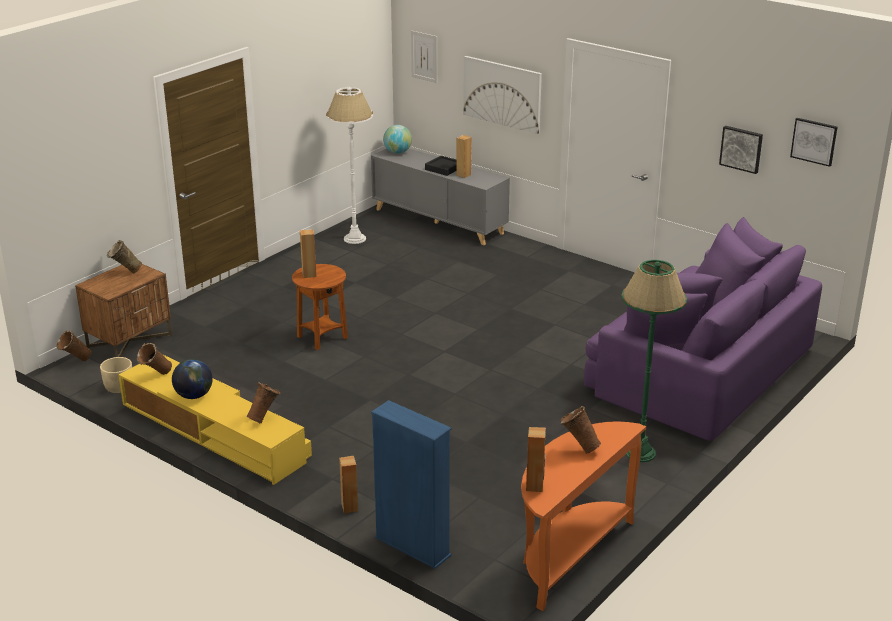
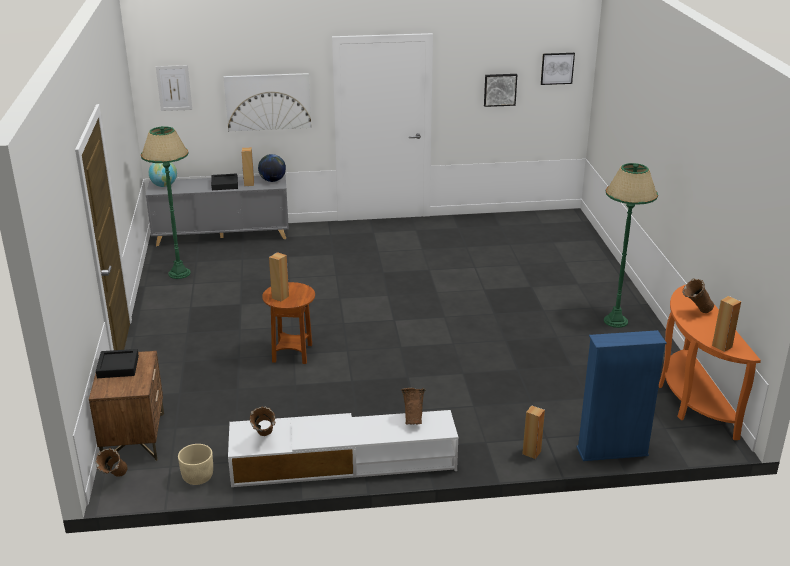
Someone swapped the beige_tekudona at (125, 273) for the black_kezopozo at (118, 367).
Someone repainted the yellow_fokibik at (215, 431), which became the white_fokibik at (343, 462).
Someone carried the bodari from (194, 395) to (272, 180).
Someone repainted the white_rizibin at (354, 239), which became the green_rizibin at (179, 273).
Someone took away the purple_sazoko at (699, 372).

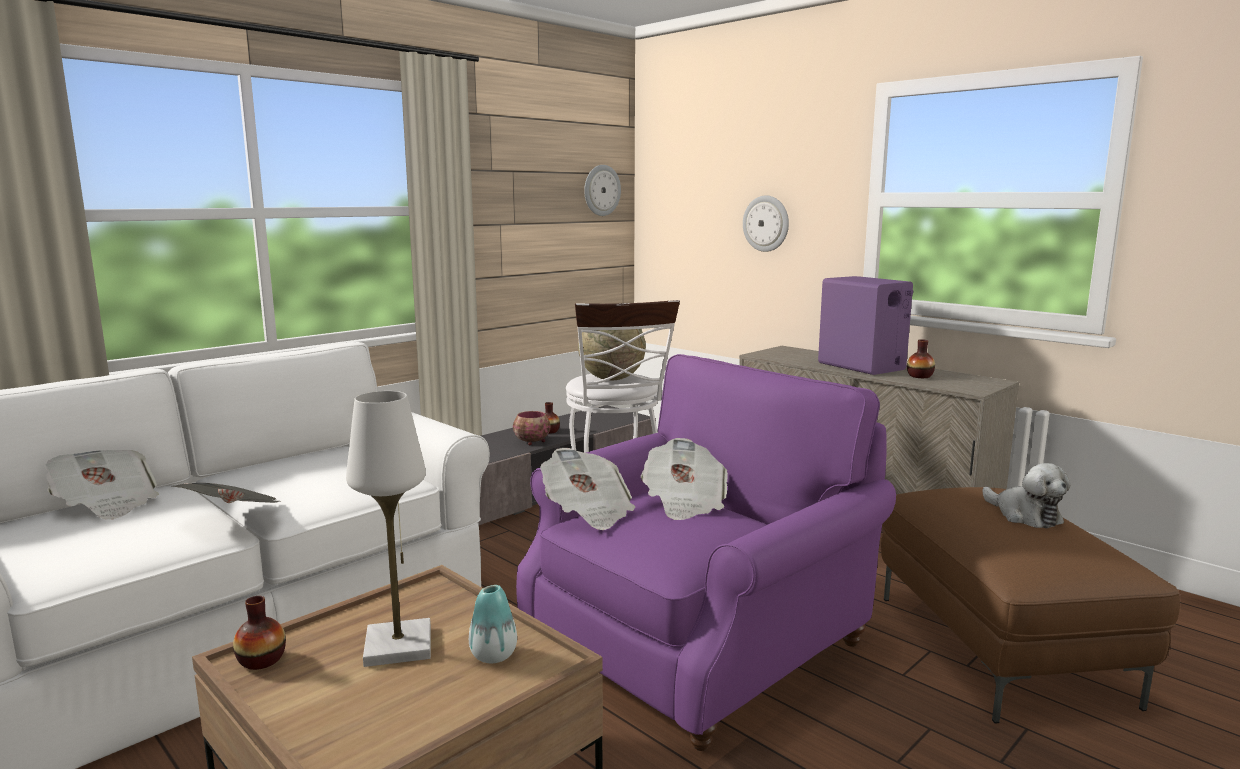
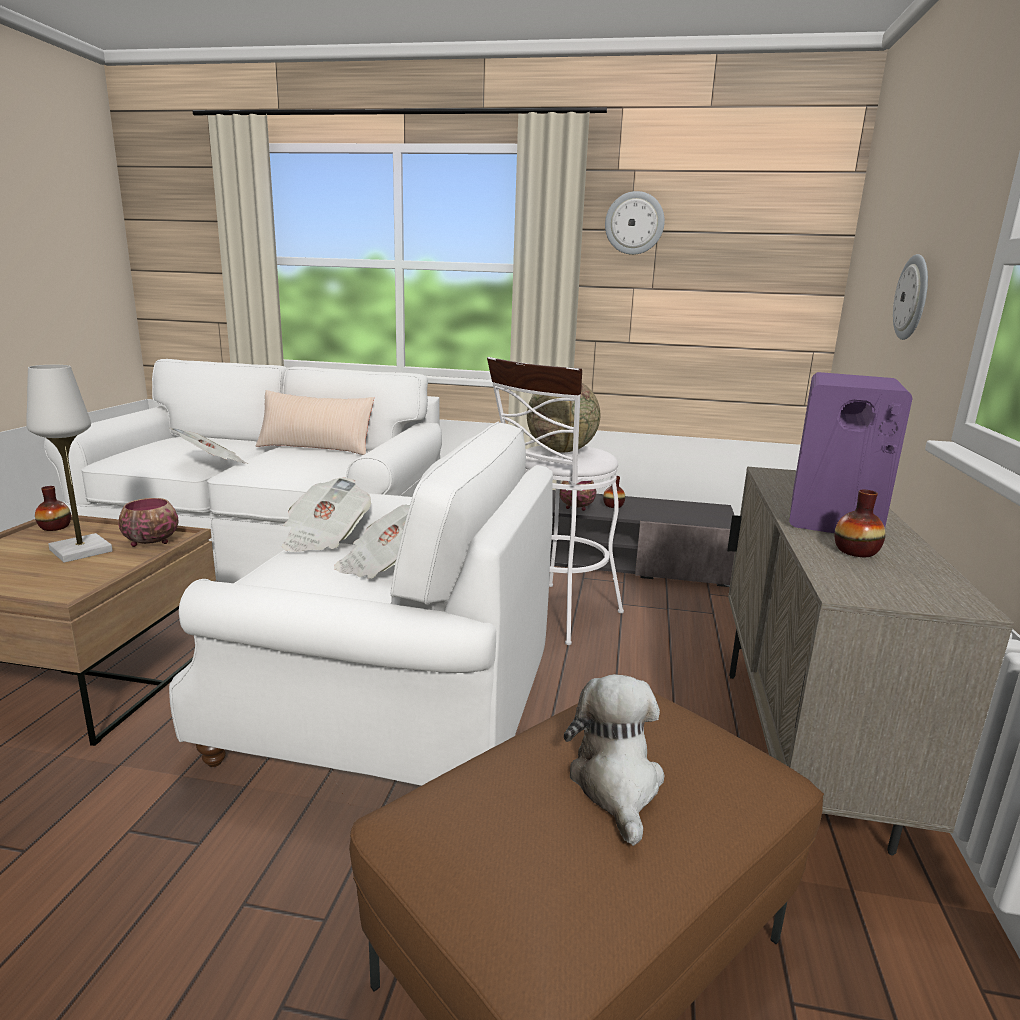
Someone took away the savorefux at (107, 504).
Someone took away the tekudona at (493, 655).
Someone repainted the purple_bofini at (700, 645), which became the white_bofini at (387, 716).
Someone carried the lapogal from (601, 190) to (634, 223).
Someone rotated the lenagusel at (1024, 515) by 150 degrees clockwise.
Someone put down the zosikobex at (151, 542).
Someone put down the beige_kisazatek at (316, 448).

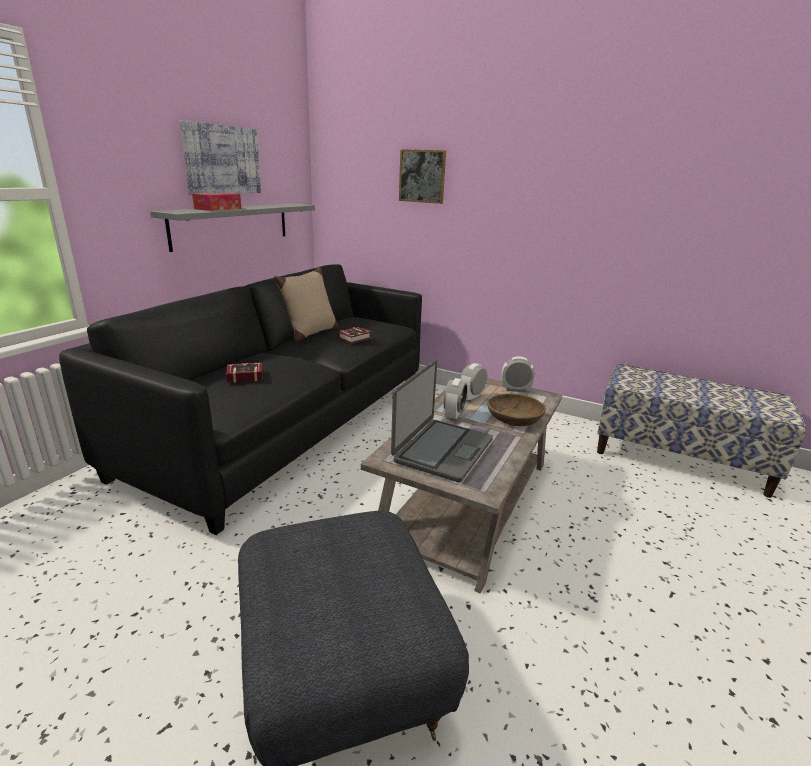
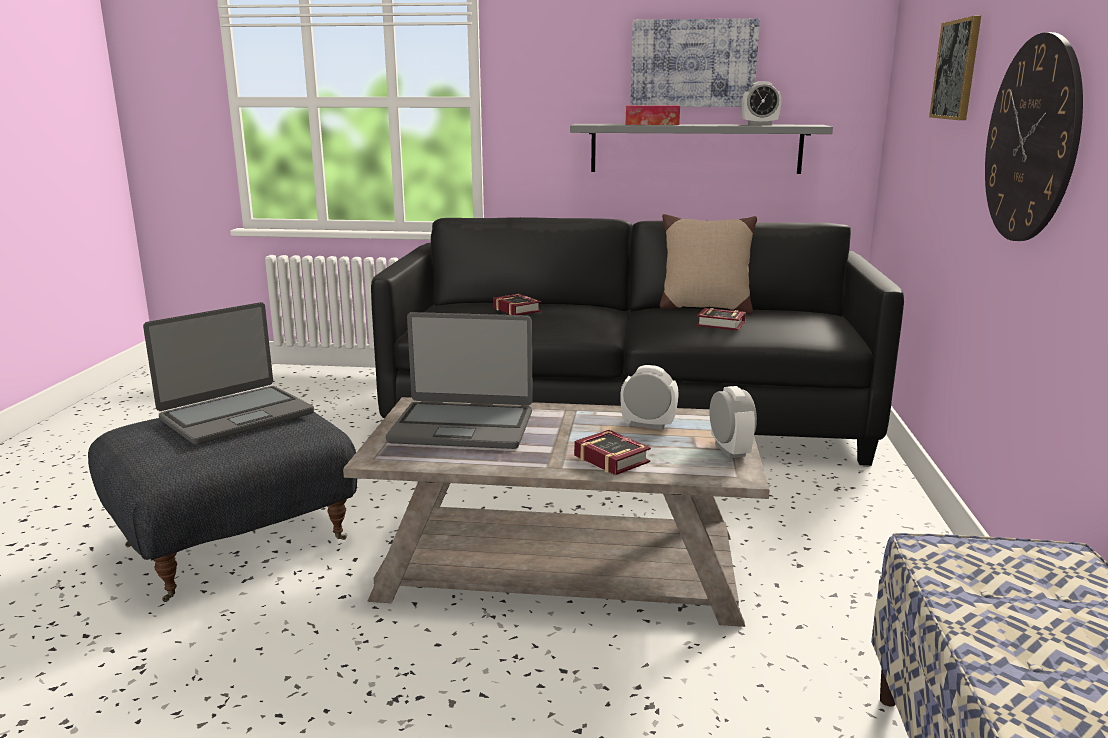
Someone carried the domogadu from (453, 415) to (759, 124).
Someone swapped the brown_zosikobex at (514, 417) for the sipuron at (611, 457).
Someone put down the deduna at (236, 416).
Someone put up the lapogal at (1031, 139).

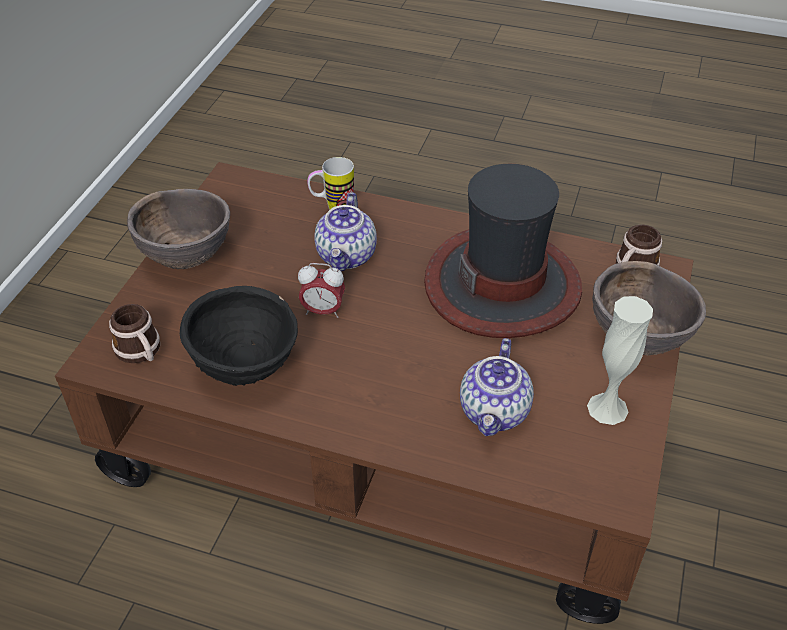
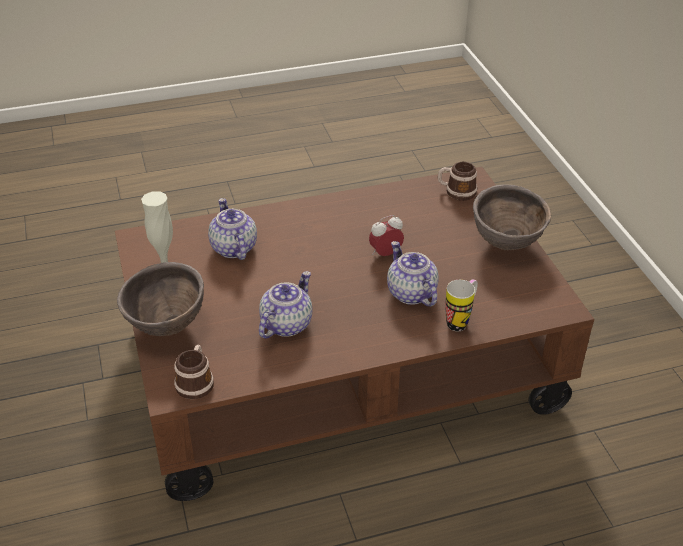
Someone took away the black_zosikobex at (246, 369).
Someone swapped the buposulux at (503, 284) for the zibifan at (286, 324).

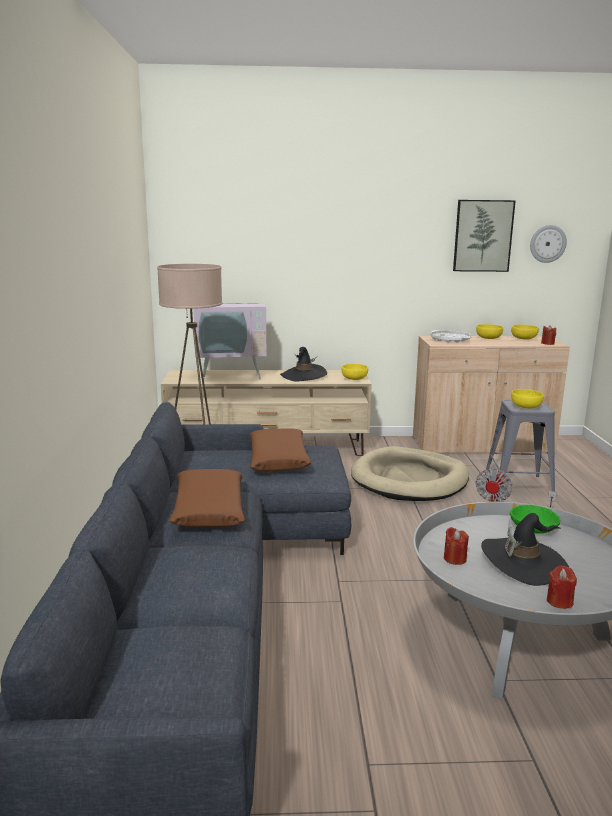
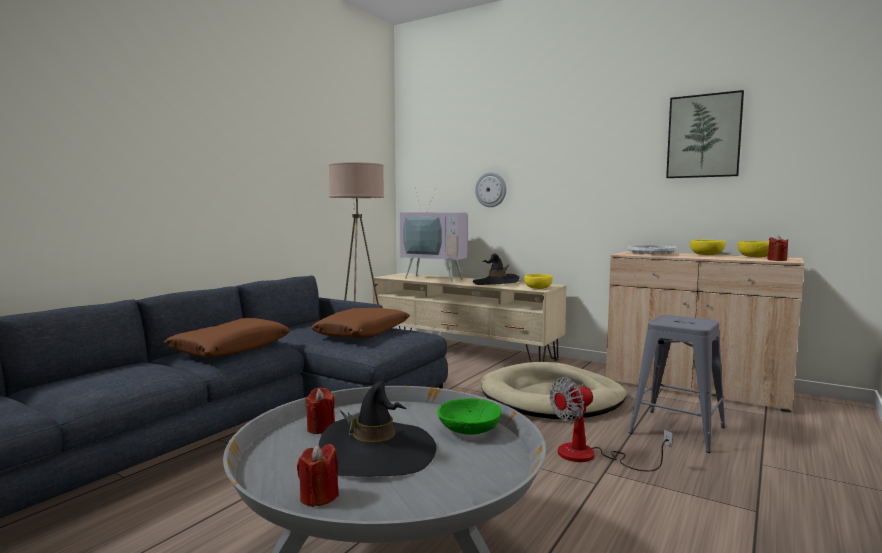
Someone took away the yellow_zosikobex at (525, 406).
Someone carried the lapogal from (547, 243) to (491, 189).

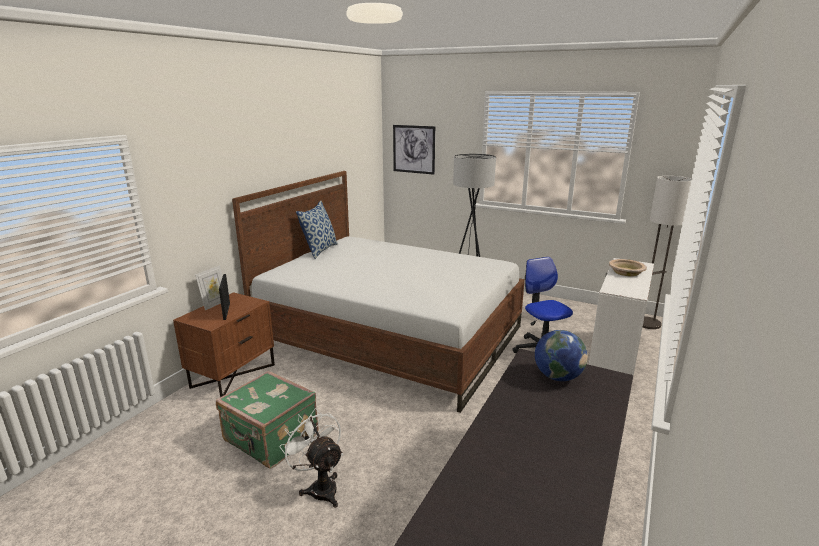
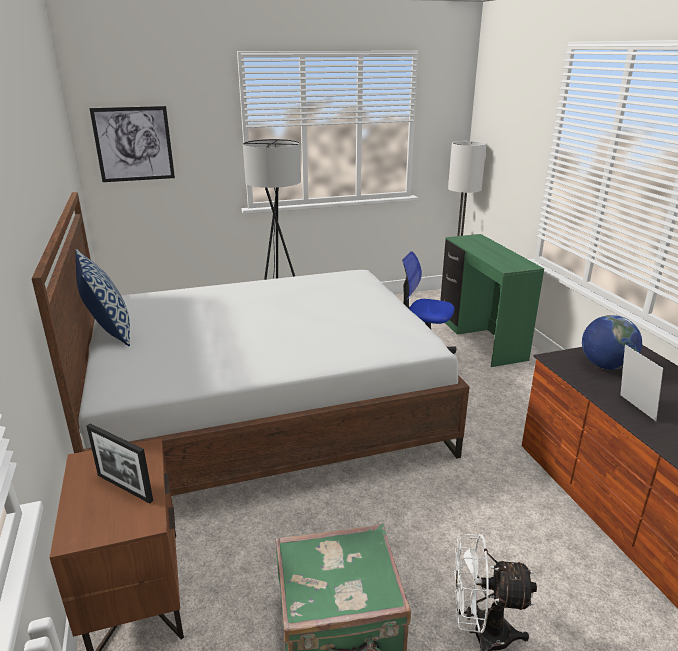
Someone carried the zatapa from (215, 304) to (633, 408).
Someone repainted the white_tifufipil at (613, 358), which became the green_tifufipil at (480, 339).
Someone took away the beige_zosikobex at (626, 272).

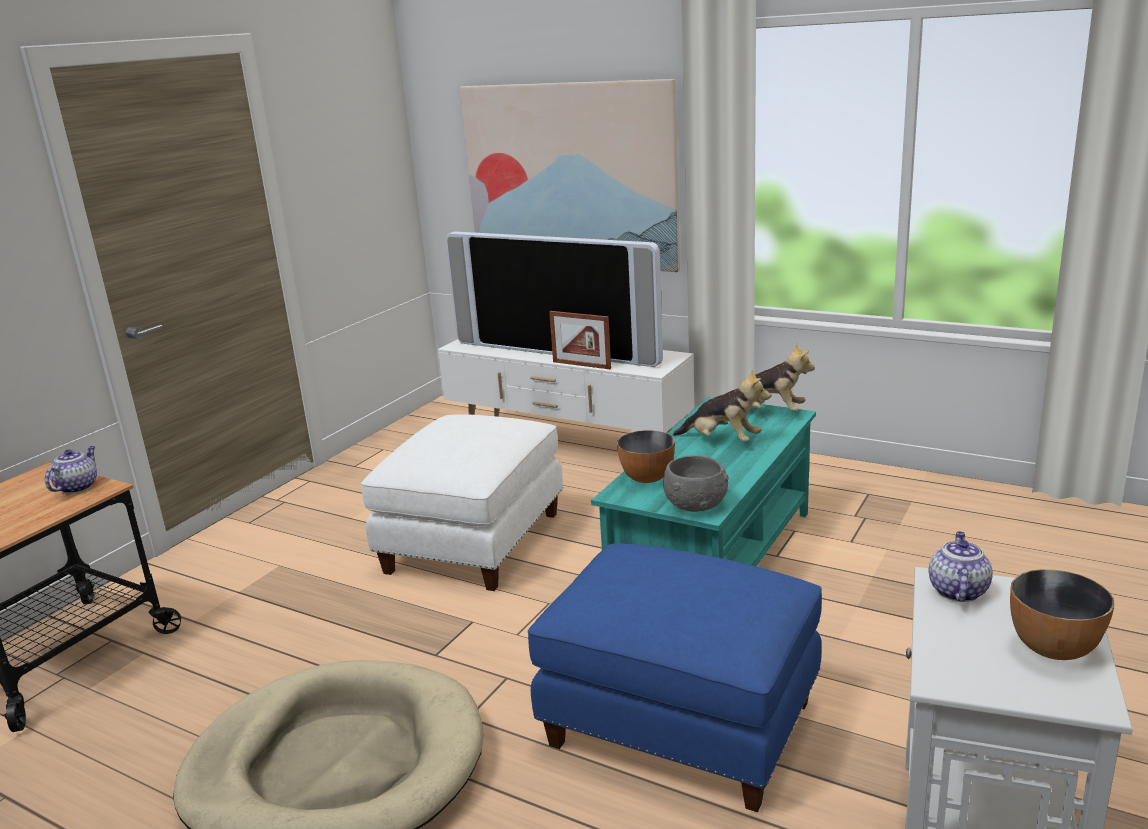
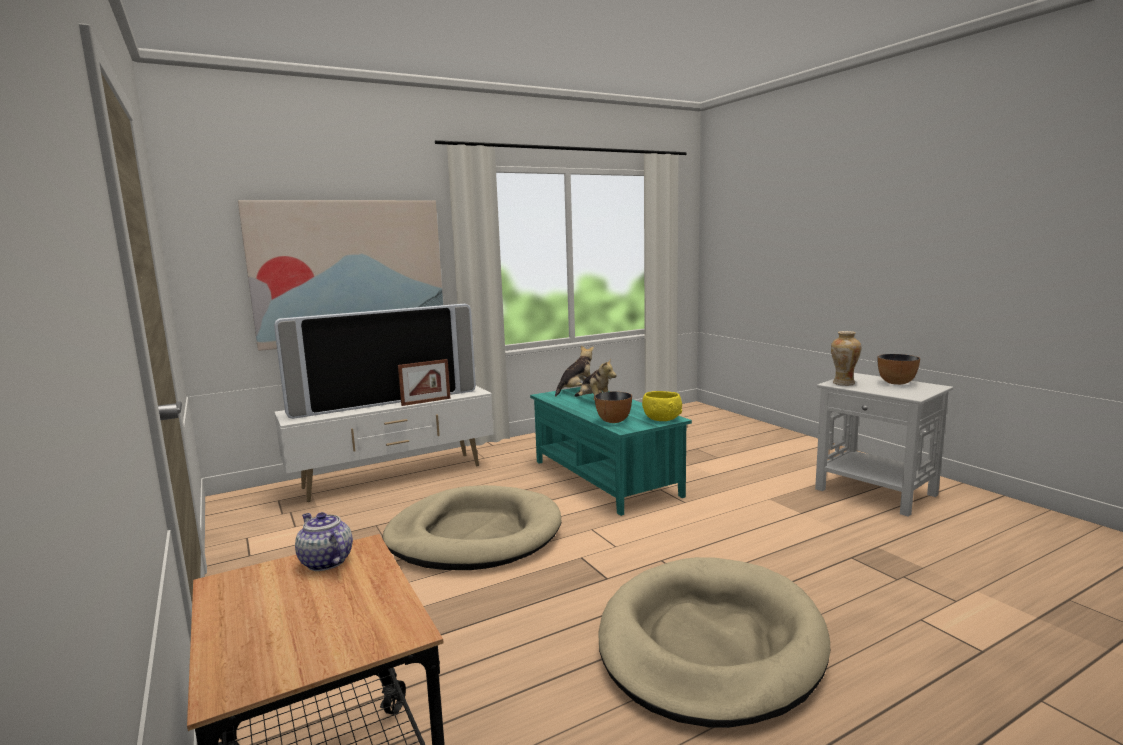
Someone swapped the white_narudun at (472, 542) for the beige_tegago at (474, 535).
Someone took away the blue_narudun at (682, 723).
Someone repainted the grey_zosikobex at (696, 504), which became the yellow_zosikobex at (661, 419).
Someone rotated the lenagusel at (722, 441) by 90 degrees clockwise.
Someone swapped the zibifan at (957, 590) for the tekudona at (843, 383).

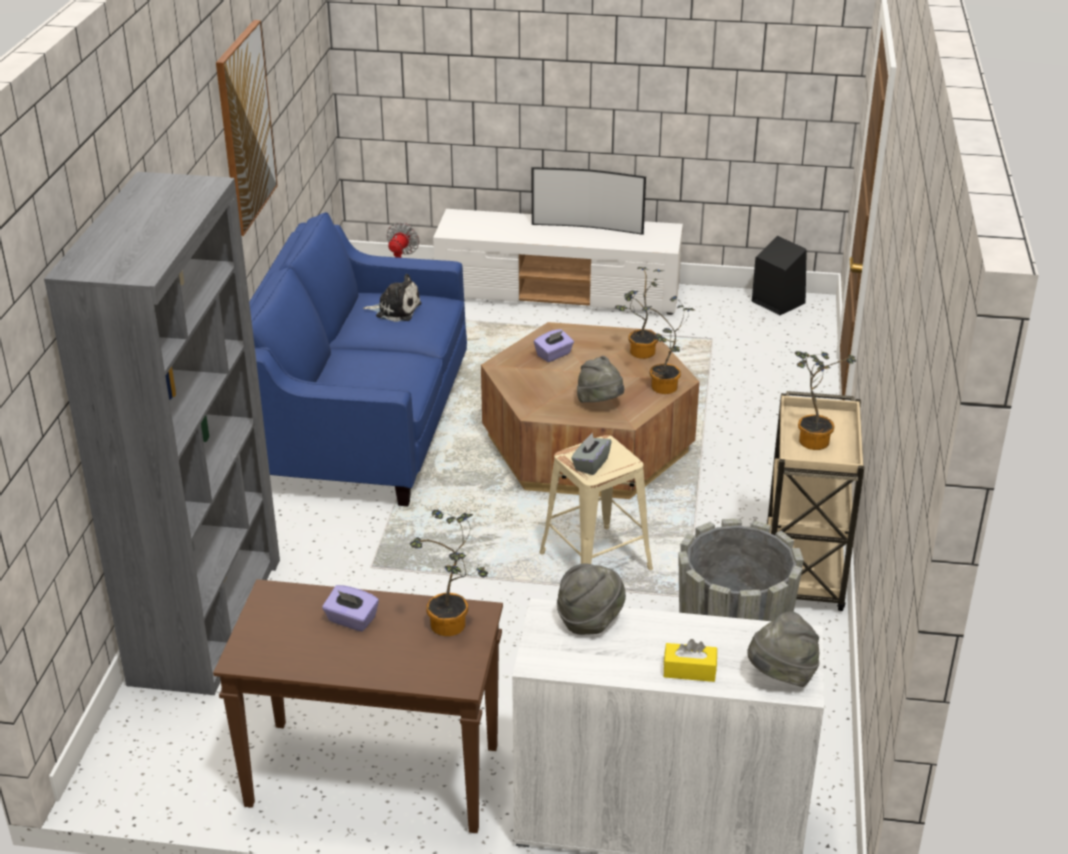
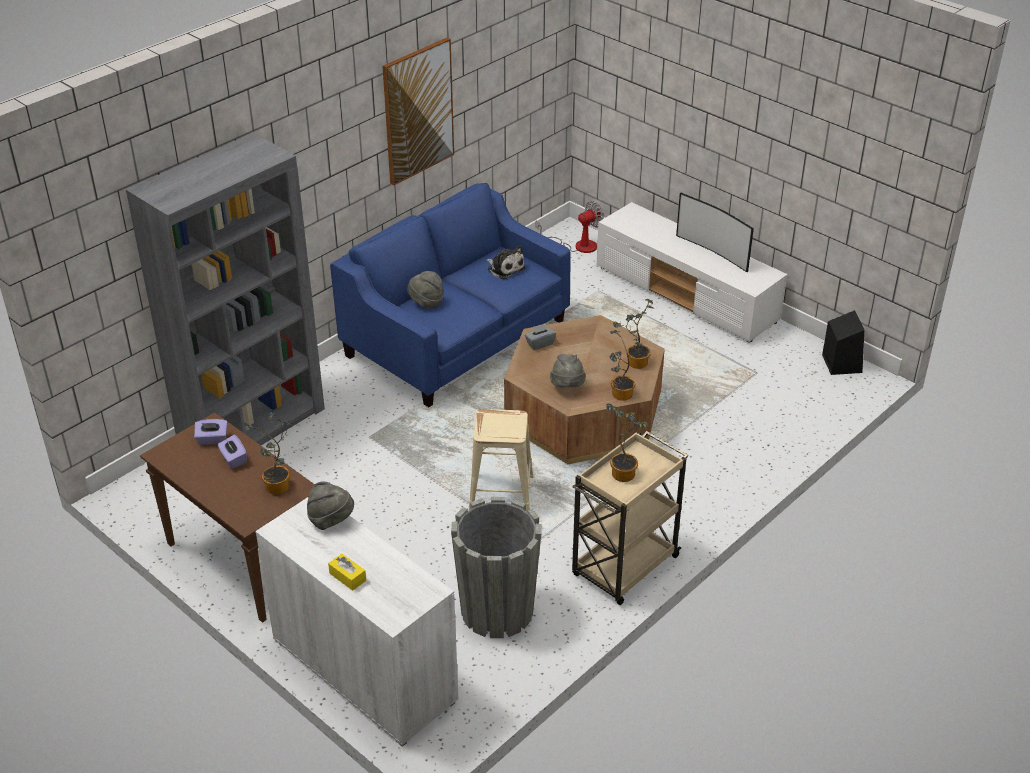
Someone carried the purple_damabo from (554, 355) to (212, 440).
Someone carried the grey_damabo from (590, 464) to (540, 343).
Someone carried the grey_buposulux from (781, 675) to (426, 303).

